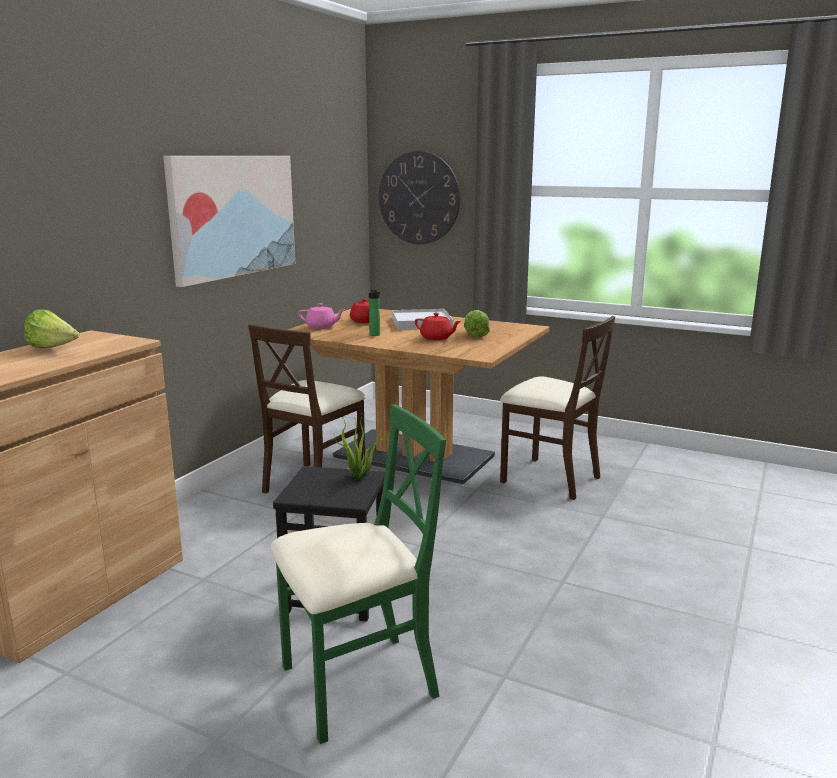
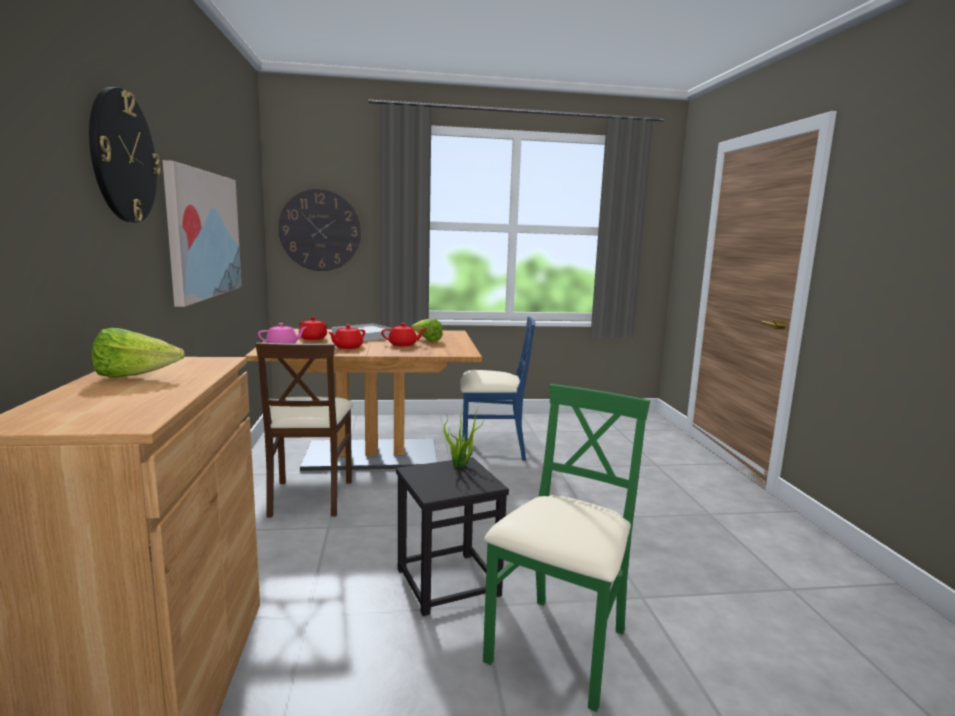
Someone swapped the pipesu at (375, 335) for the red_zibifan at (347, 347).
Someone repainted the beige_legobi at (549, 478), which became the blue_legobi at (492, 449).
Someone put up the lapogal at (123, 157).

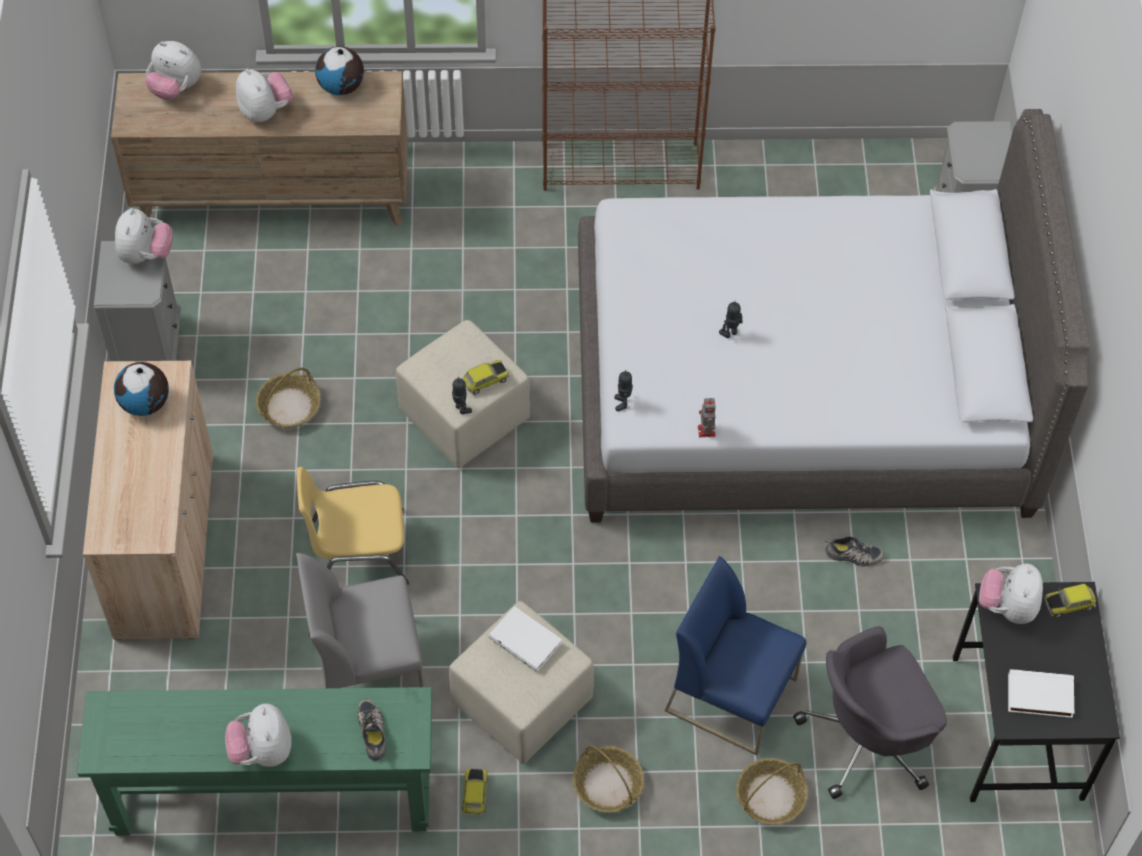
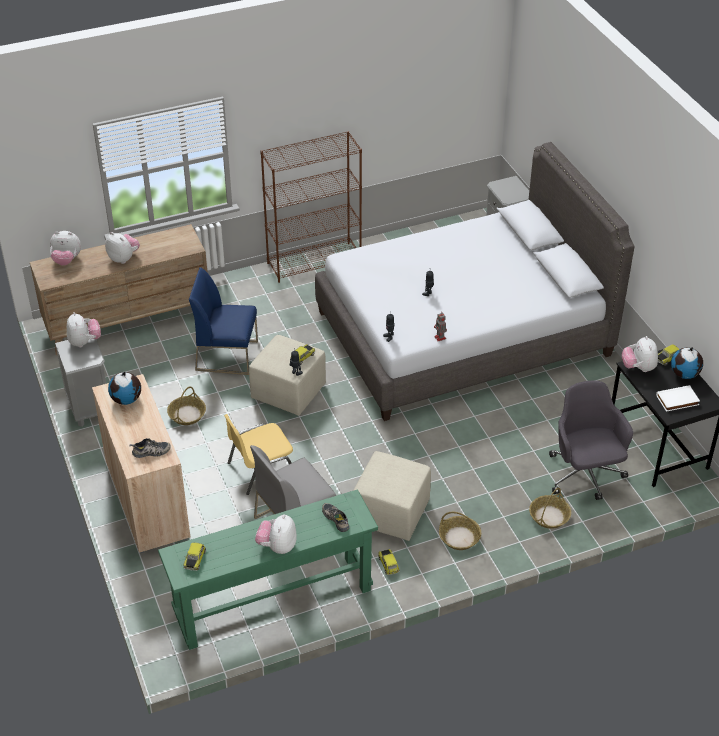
Someone rotated the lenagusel at (262, 750) by 45 degrees clockwise.
Someone carried the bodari from (341, 87) to (684, 374).
Someone took away the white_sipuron at (526, 640).
Someone carried the blue_legobi from (732, 694) to (227, 355).
Someone rotated the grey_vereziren at (868, 739) by 120 degrees clockwise.
Someone carried the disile from (853, 556) to (151, 452).
Someone put down the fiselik at (194, 559).

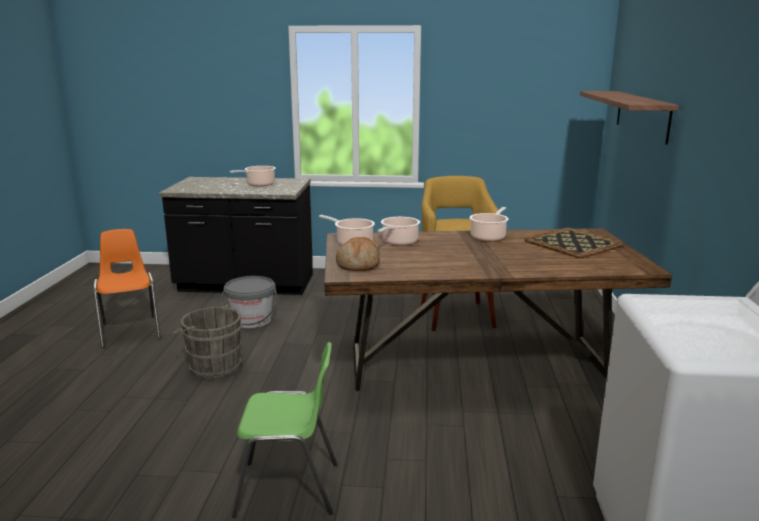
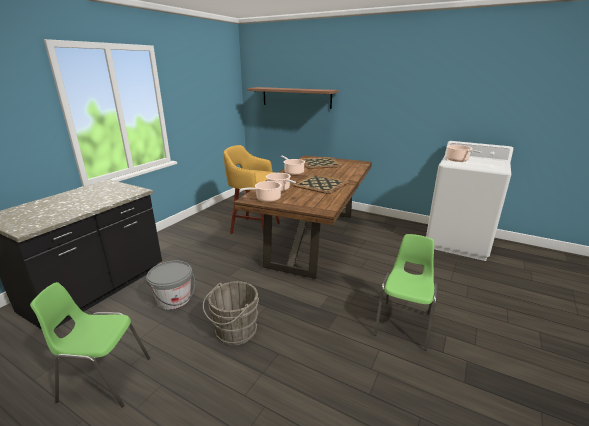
Someone repainted the orange_legobi at (130, 331), which became the green_legobi at (104, 379).
Someone carried the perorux from (259, 184) to (458, 160).
Someone took away the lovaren at (358, 265).
Someone put down the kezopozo at (320, 184).

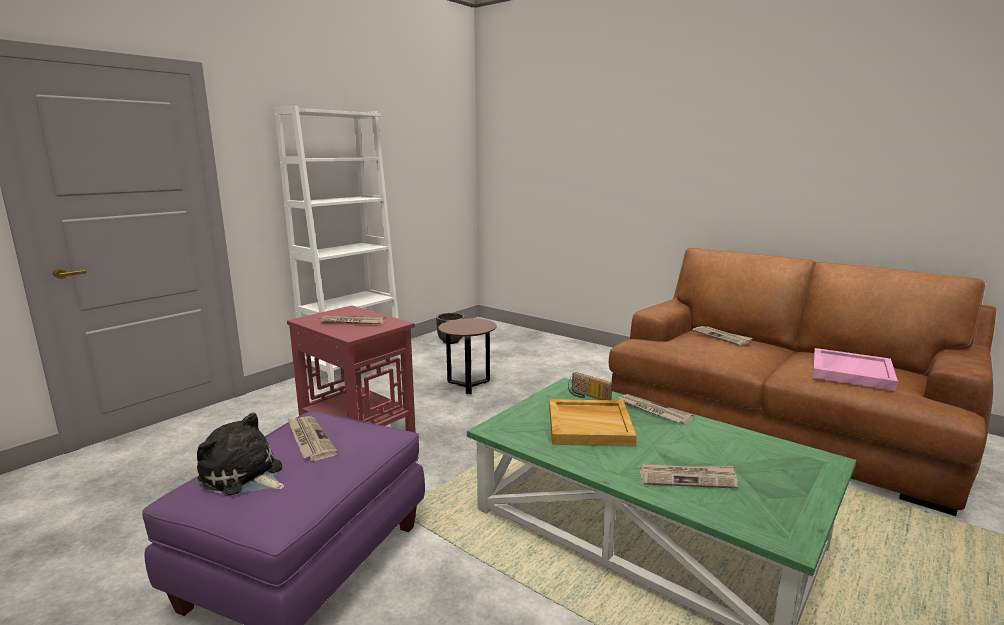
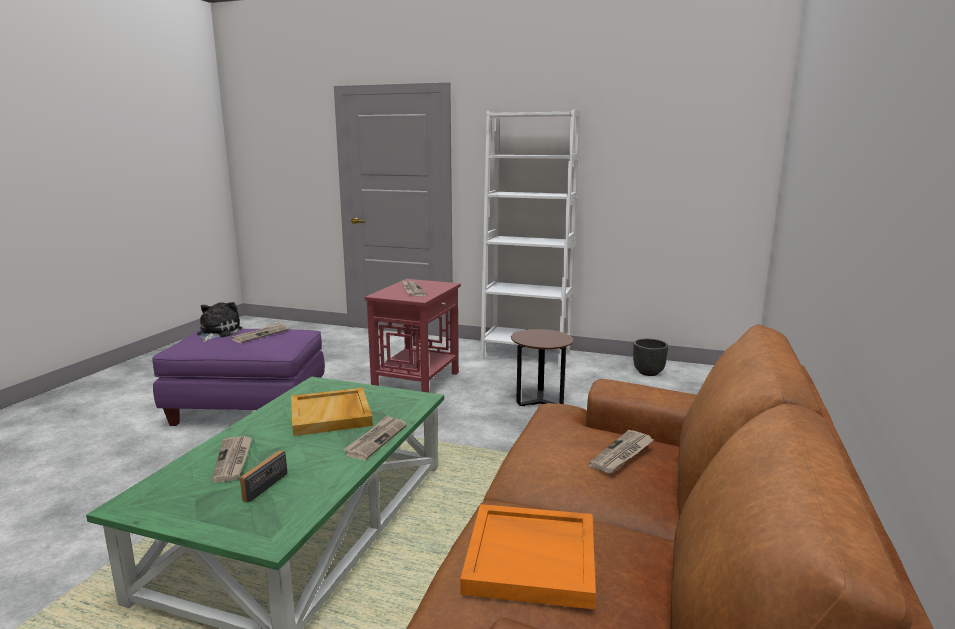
Someone carried the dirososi from (587, 396) to (262, 484).
Someone repainted the pink_kezopozo at (850, 372), which became the orange_kezopozo at (532, 558).

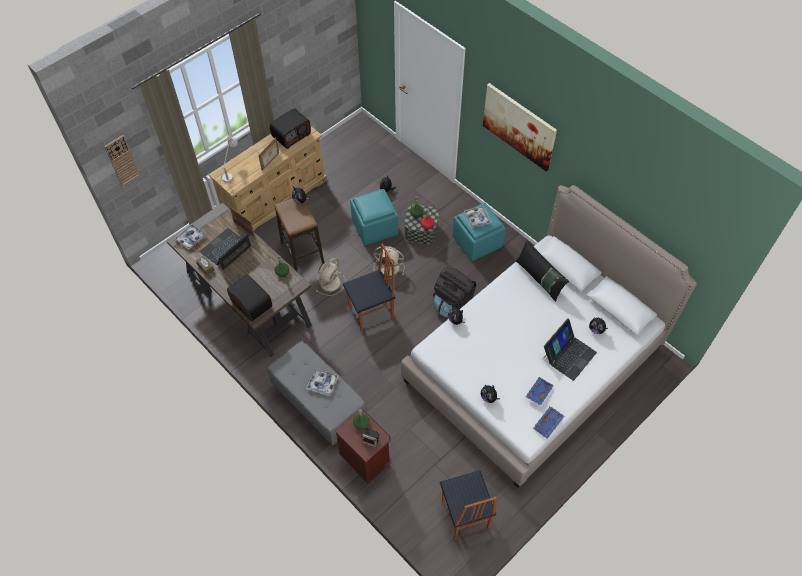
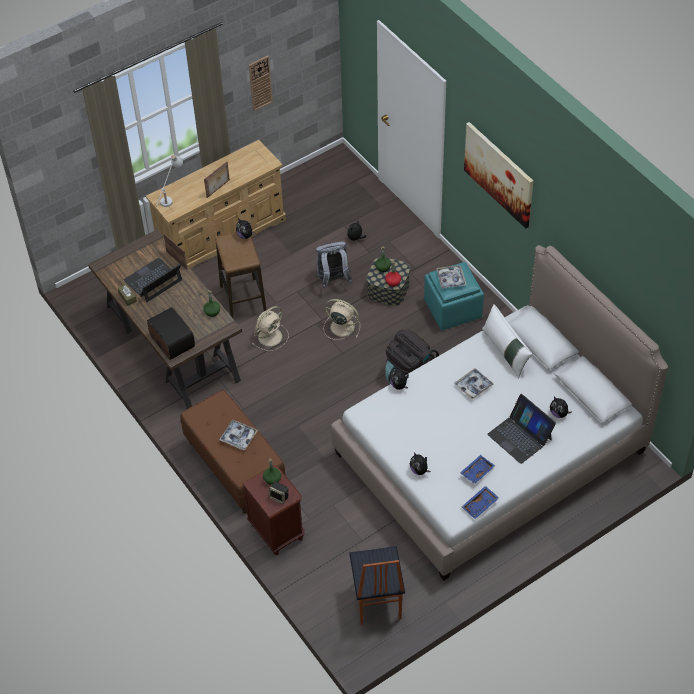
Someone carried the lapogal from (122, 160) to (260, 83).
Someone carried the kezopozo from (191, 238) to (473, 386).
Someone repainted the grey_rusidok at (319, 404), which became the brown_rusidok at (234, 466).
Someone took away the dirososi at (291, 135).
Someone took away the legobi at (372, 313).
Someone swapped the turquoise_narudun at (374, 228) for the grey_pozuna at (333, 280).
Someone repainted the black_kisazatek at (539, 279), which became the white_kisazatek at (505, 351).
Someone rotated the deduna at (568, 355) by 90 degrees clockwise.

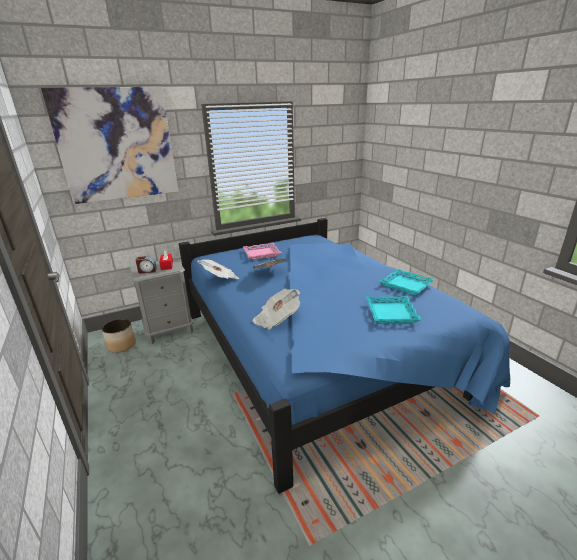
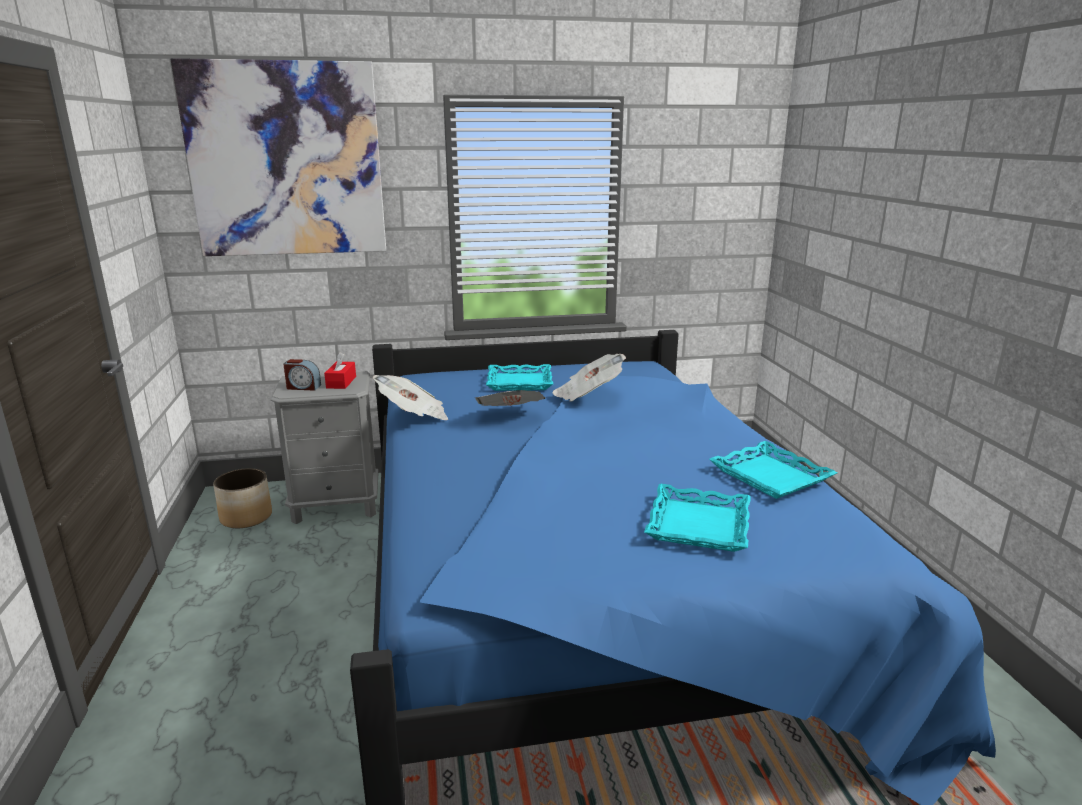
Someone repainted the pink_kezopozo at (261, 253), which became the turquoise_kezopozo at (519, 382).
Someone carried the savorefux from (276, 319) to (588, 395).

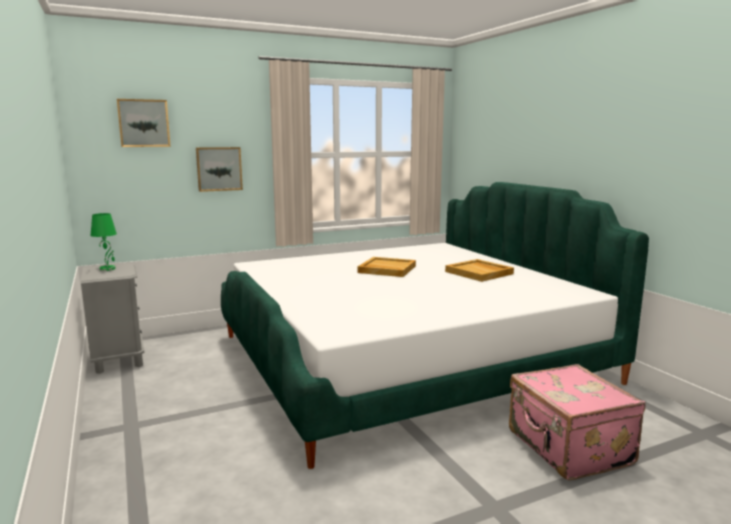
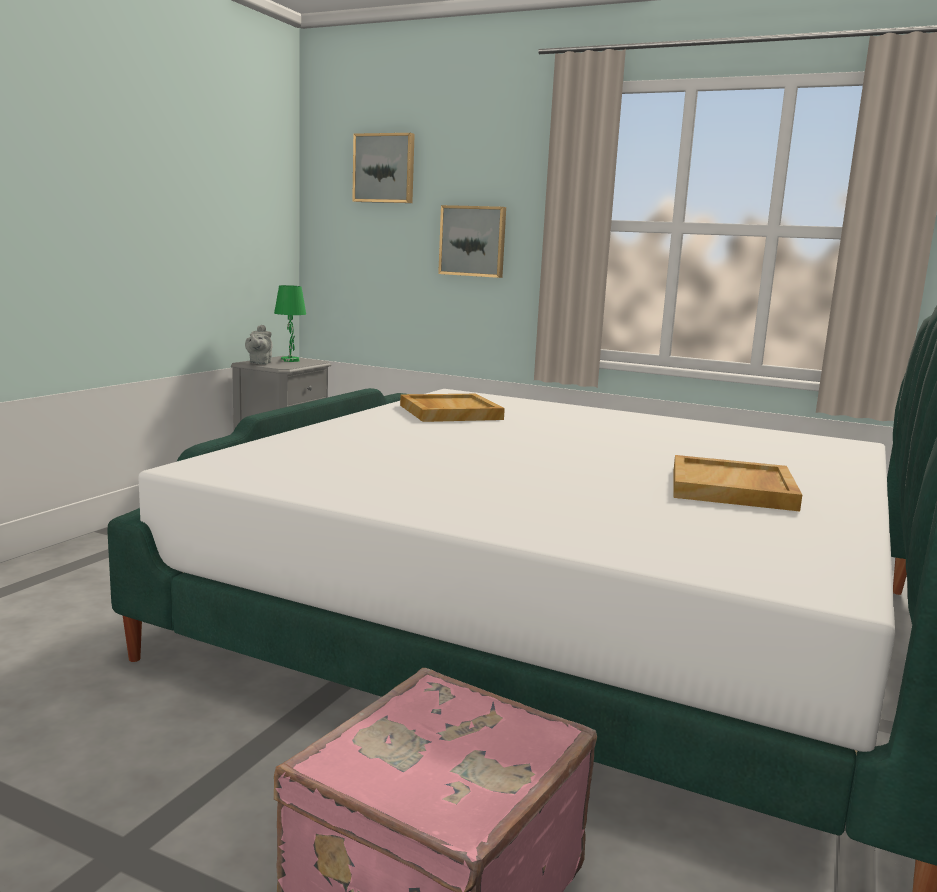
Someone carried the beige_kezopozo from (386, 269) to (449, 412).
Someone put down the grey_zibifan at (259, 363).

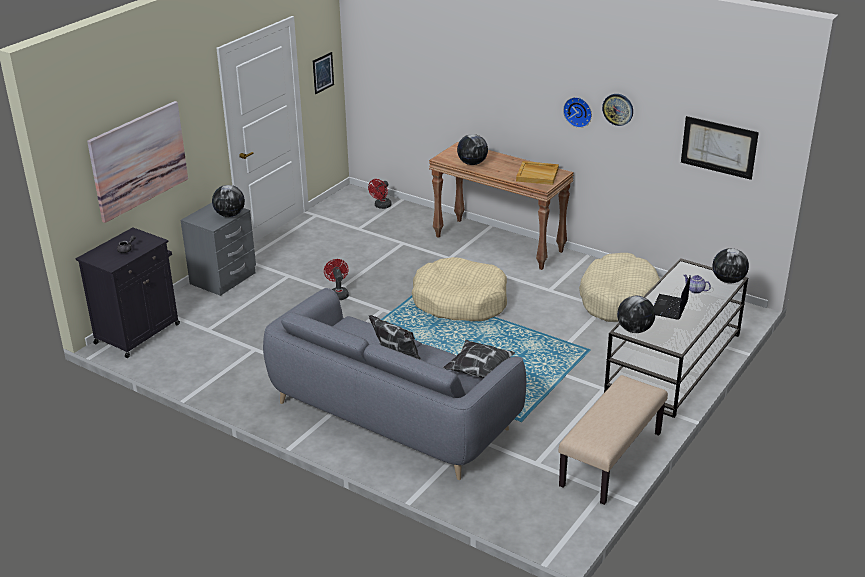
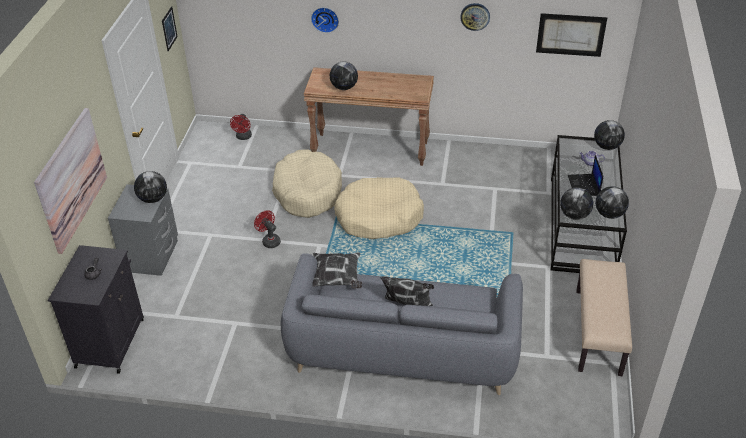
Someone carried the kisazatek from (480, 372) to (337, 278).
Someone took away the beige_kezopozo at (537, 175).
Someone carried the lapogal from (578, 111) to (325, 19).
Someone carried the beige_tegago from (618, 298) to (307, 192).
Someone put down the bodari at (609, 214).

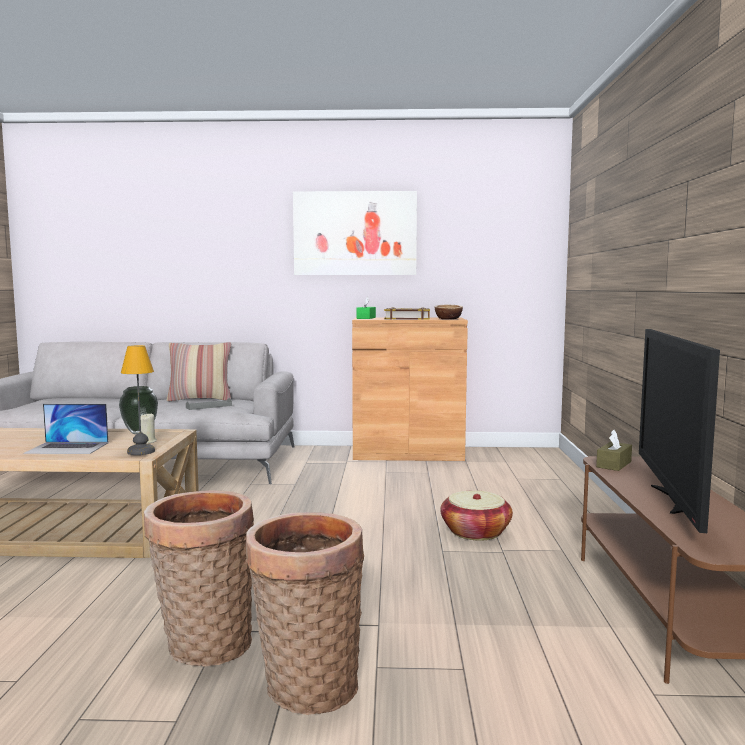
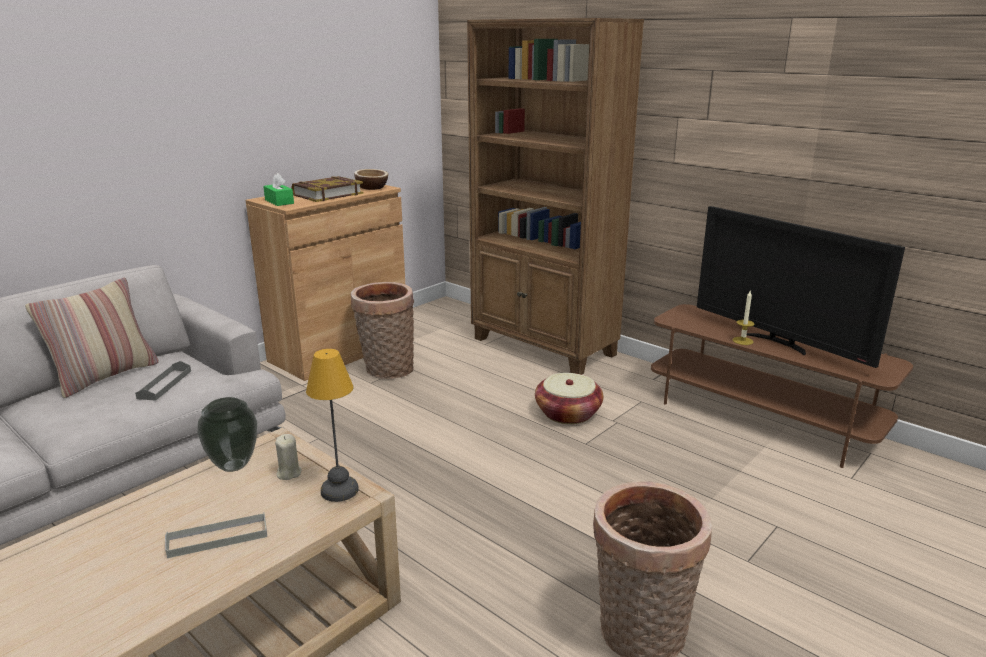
Someone swapped the deduna at (67, 448) for the grey_kezopozo at (218, 538).
Someone carried the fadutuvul from (306, 685) to (386, 370).
Someone took away the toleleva at (355, 233).
Someone took away the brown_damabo at (614, 464).
Someone put down the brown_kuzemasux at (544, 347).
Someone put down the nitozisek at (742, 341).

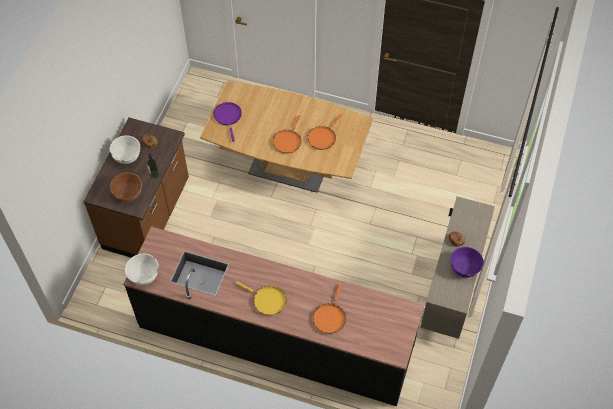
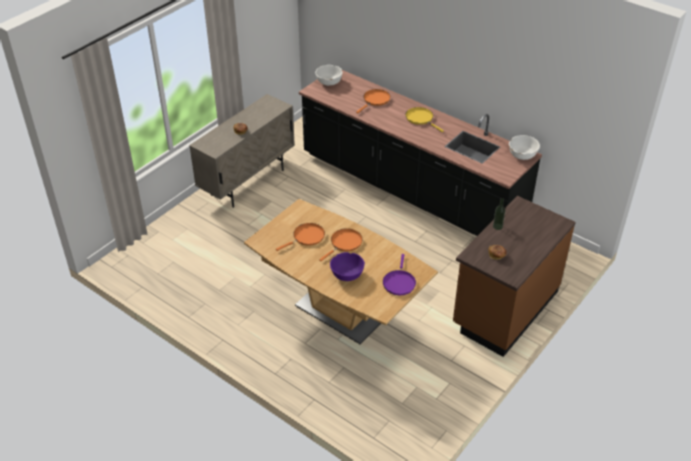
Someone carried the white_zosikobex from (127, 156) to (329, 82).
Someone took away the brown_zosikobex at (128, 193).
Someone carried the purple_zosikobex from (464, 268) to (347, 275).

